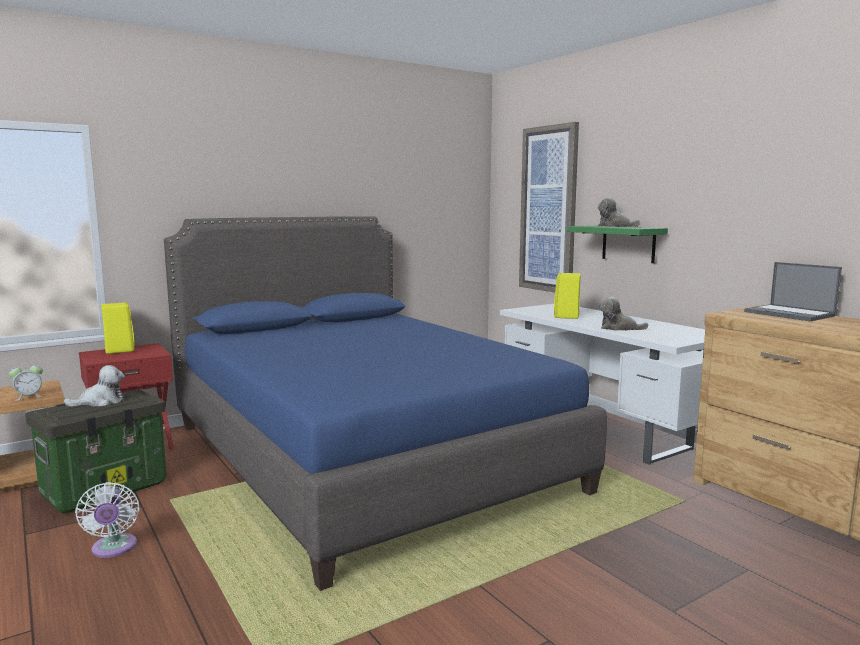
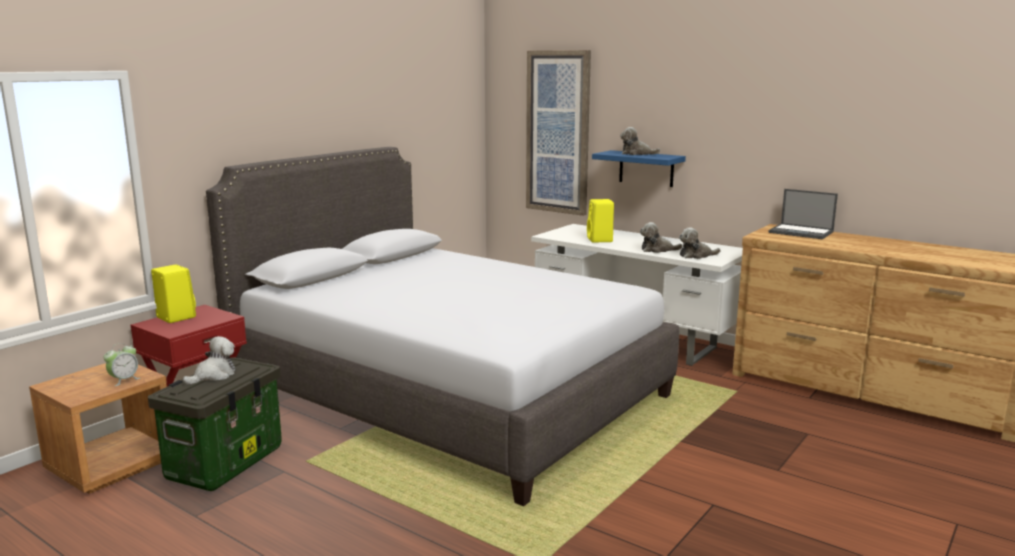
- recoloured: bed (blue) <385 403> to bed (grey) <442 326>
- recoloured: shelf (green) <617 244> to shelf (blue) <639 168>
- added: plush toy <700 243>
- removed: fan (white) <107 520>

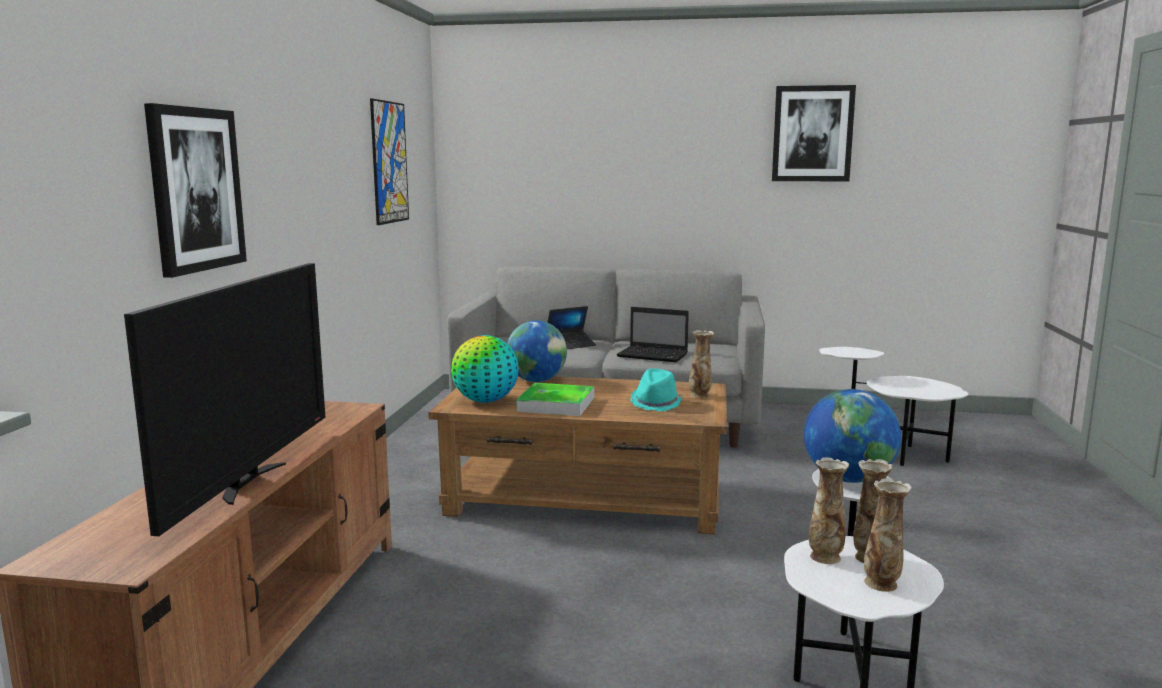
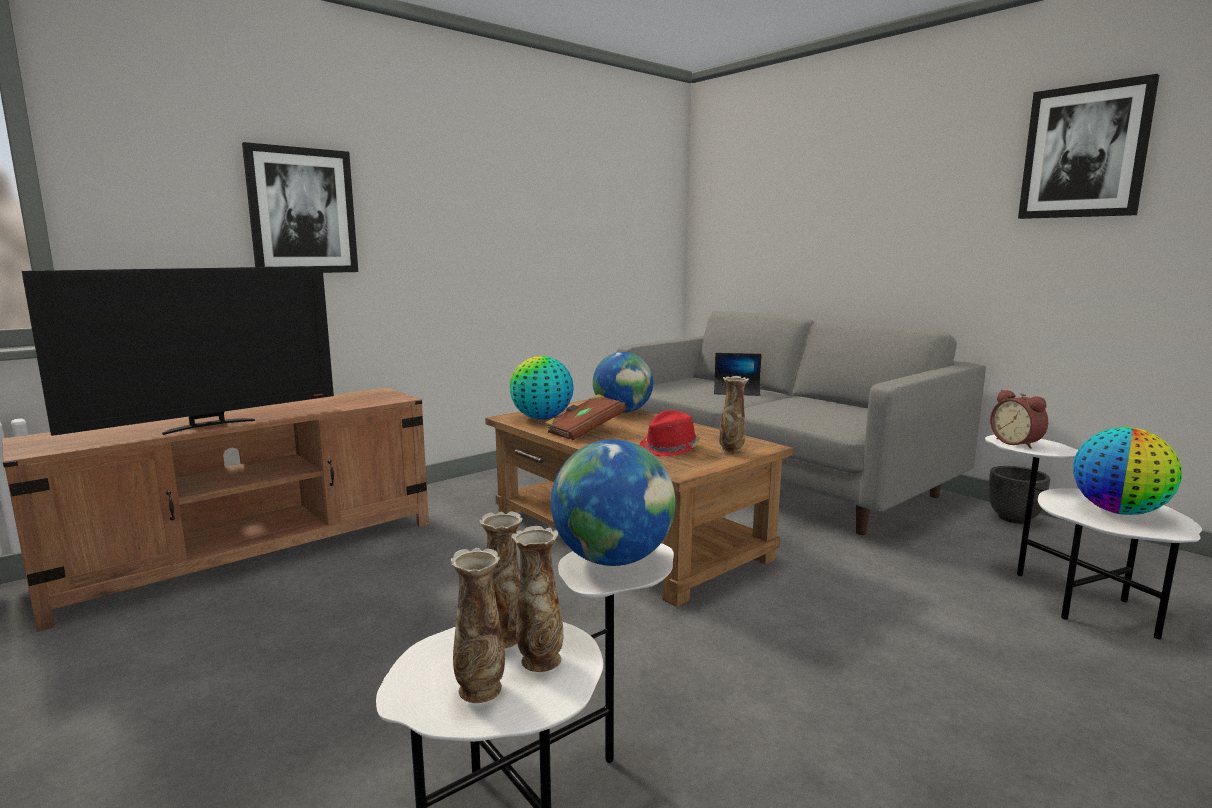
- replaced: tray <555 399> to book (brown) <586 417>
- recoloured: hat (turquoise) <656 389> to hat (red) <669 433>
- added: planter (black) <1019 495>
- added: alarm clock <1019 419>
- added: globe <1127 471>
- removed: picture <389 161>
- removed: laptop <653 334>

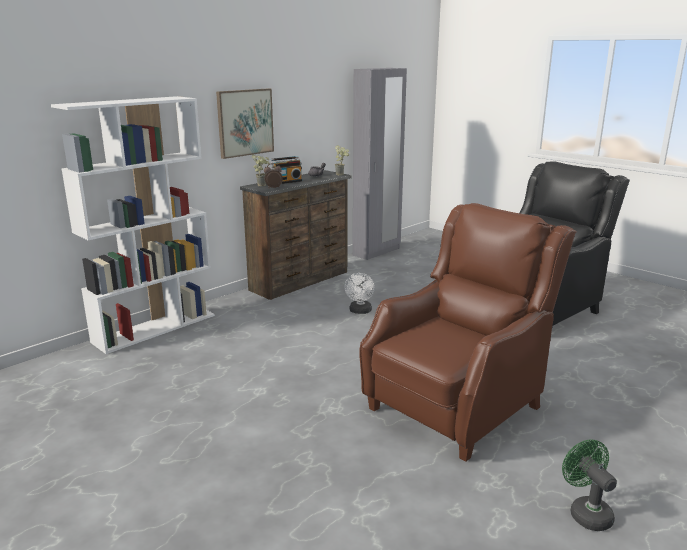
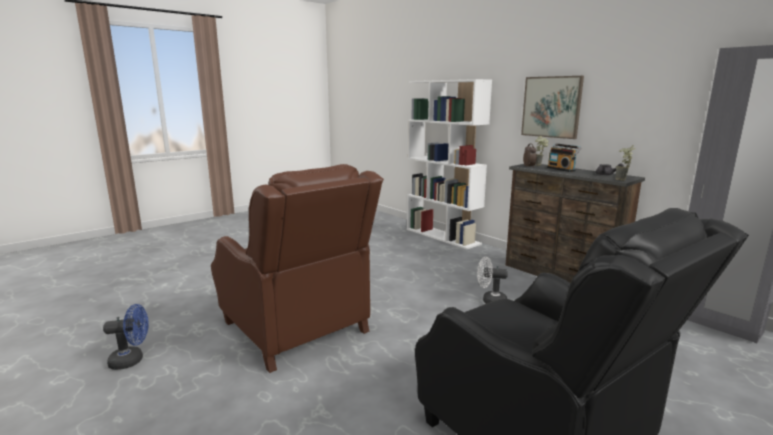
- recoloured: fan (green) <589 485> to fan (blue) <126 337>

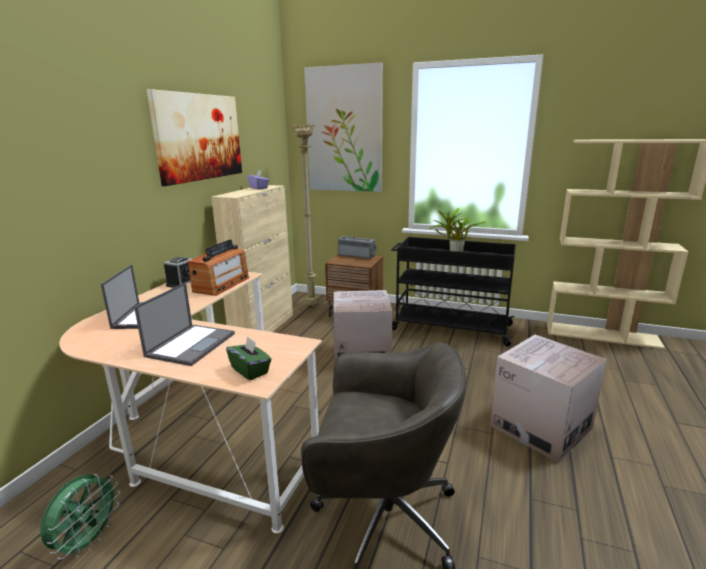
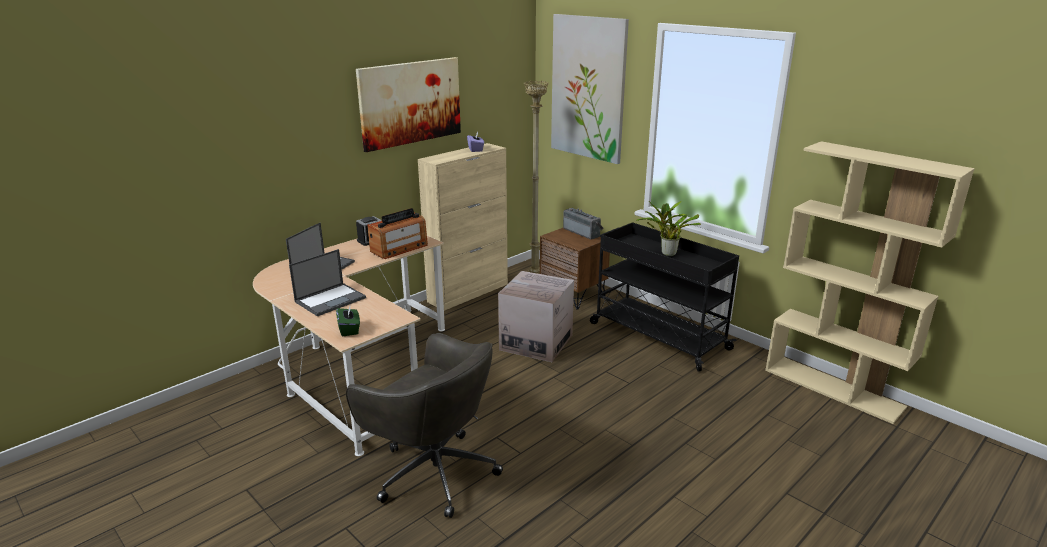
- removed: fan (green) <81 517>
- removed: cardboard box <548 399>

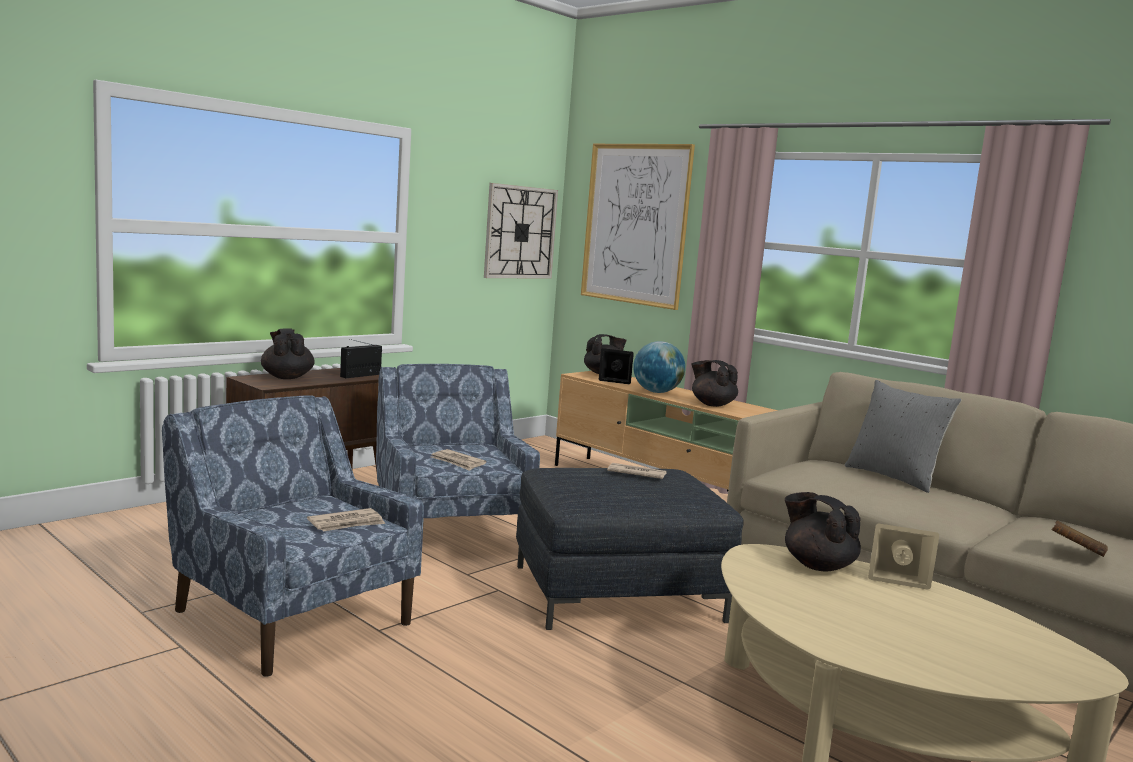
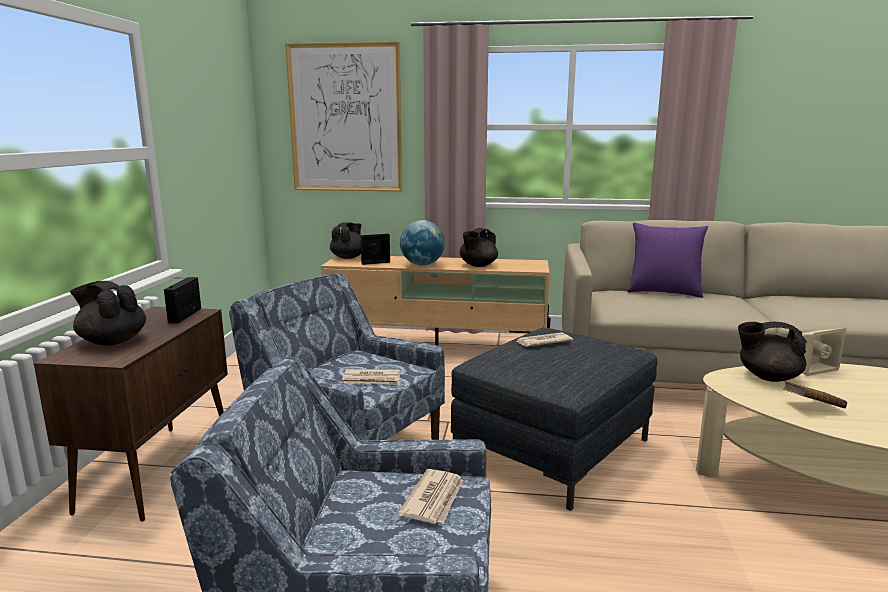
- turned: teapot (black) <715 383> = <478 247> 60 degrees counterclockwise
- recoloured: pillow (grey) <903 436> to pillow (purple) <667 260>
- moved: book (brown) <1080 539> to <815 394>
- removed: wall clock <521 231>

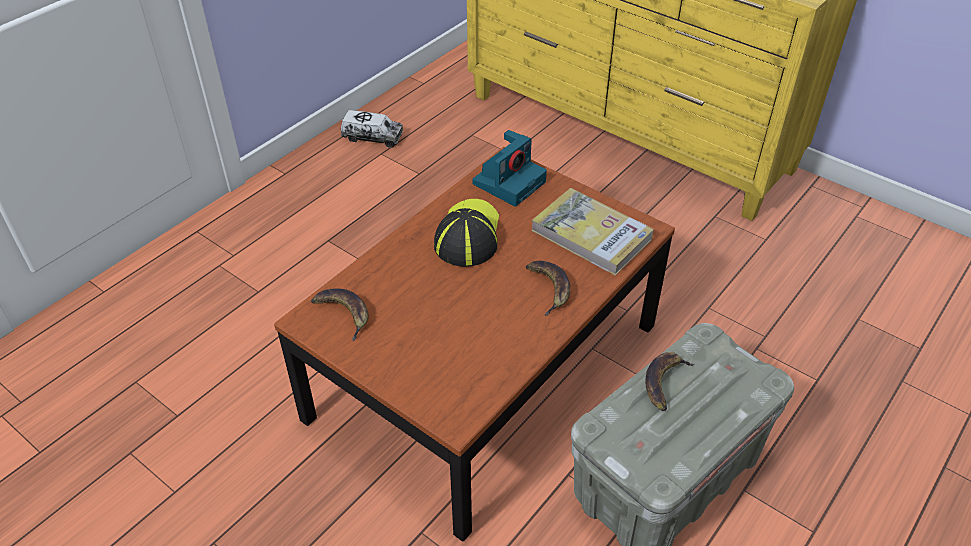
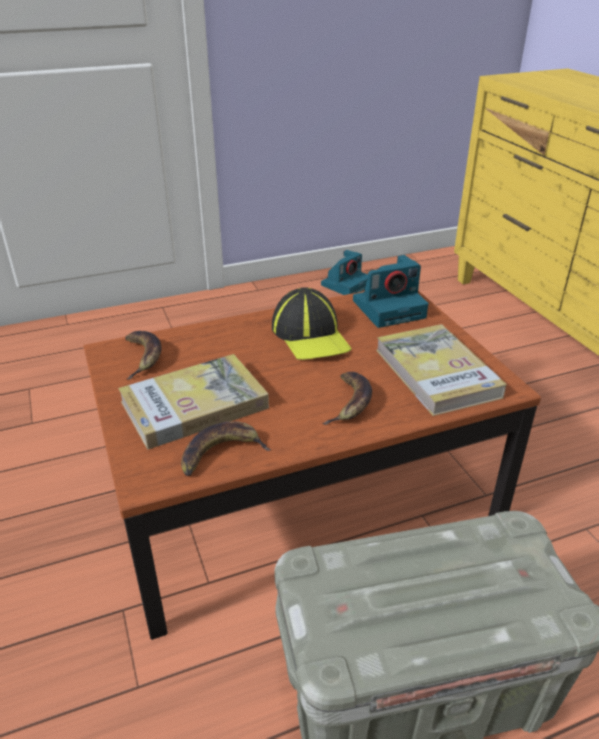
- added: book <193 402>
- moved: banana <670 381> to <226 448>
- turned: cap <466 233> = <312 323> 120 degrees clockwise
- replaced: toy truck <372 129> to photo camera <344 272>

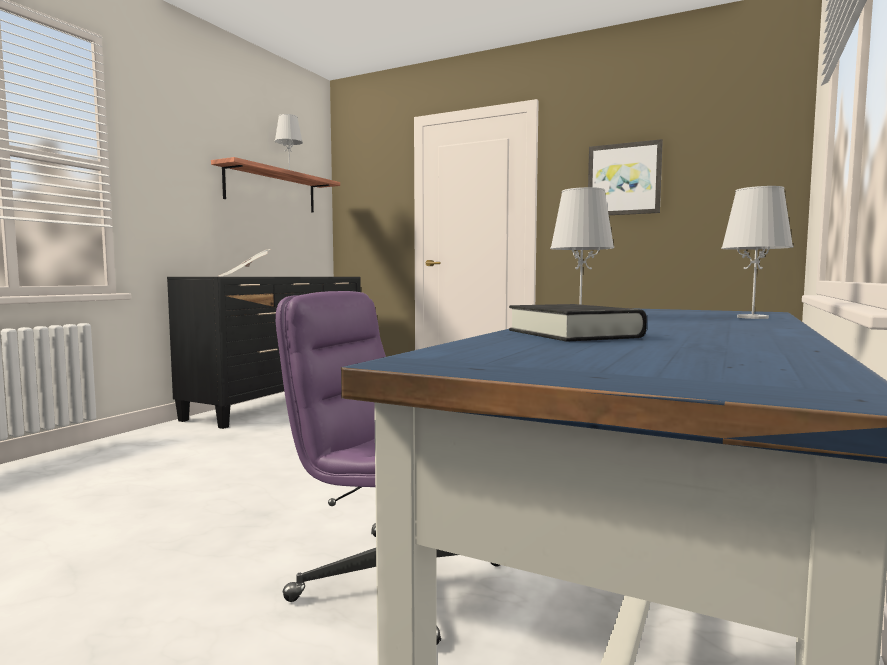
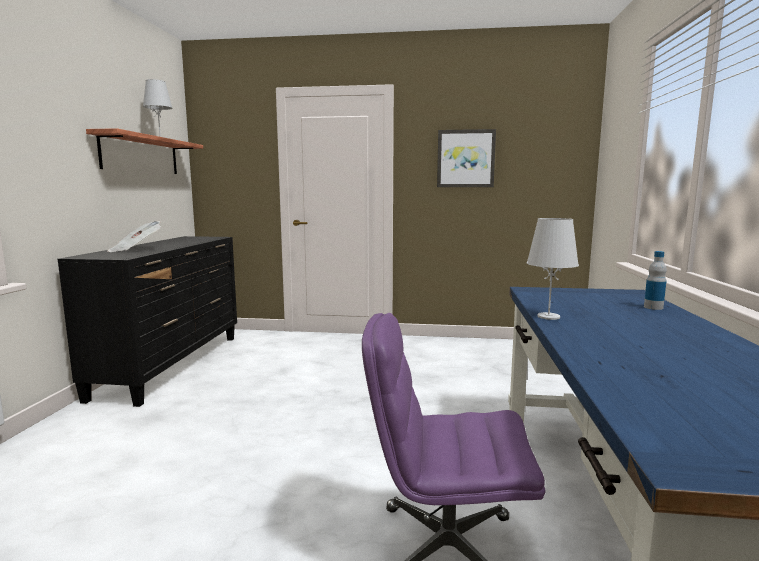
- replaced: table lamp (white) <757 252> to bottle <655 280>
- removed: book (black) <578 323>

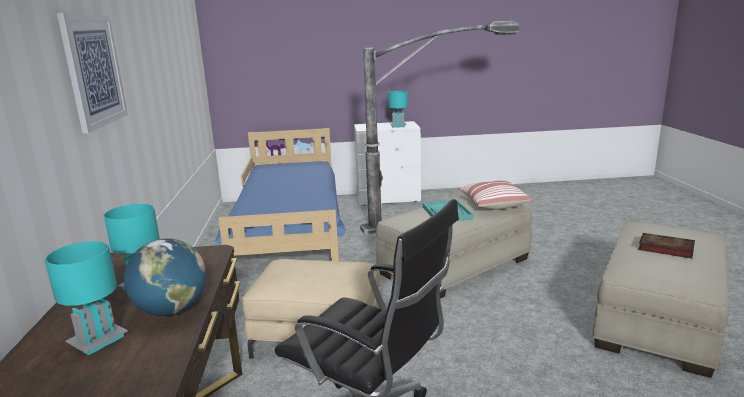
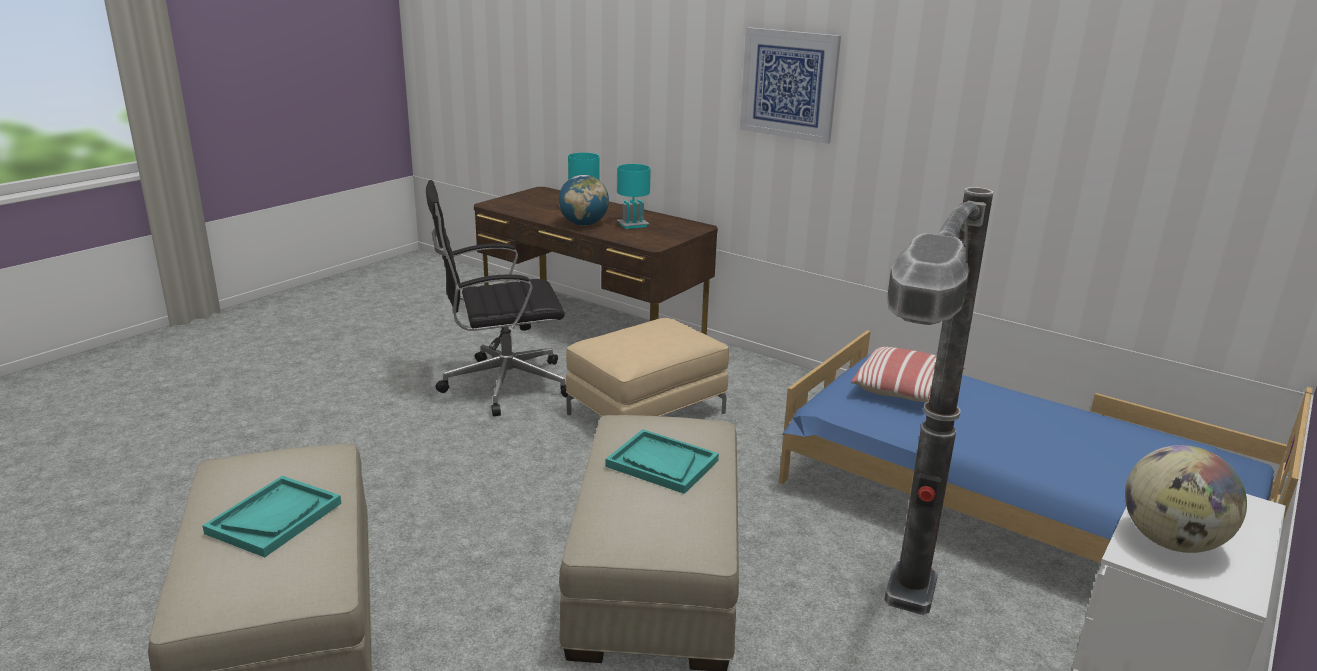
- replaced: book <666 245> to tray (turquoise) <272 516>
- moved: pillow <495 195> to <908 375>
- replaced: table lamp (turquoise) <398 109> to globe <1186 499>

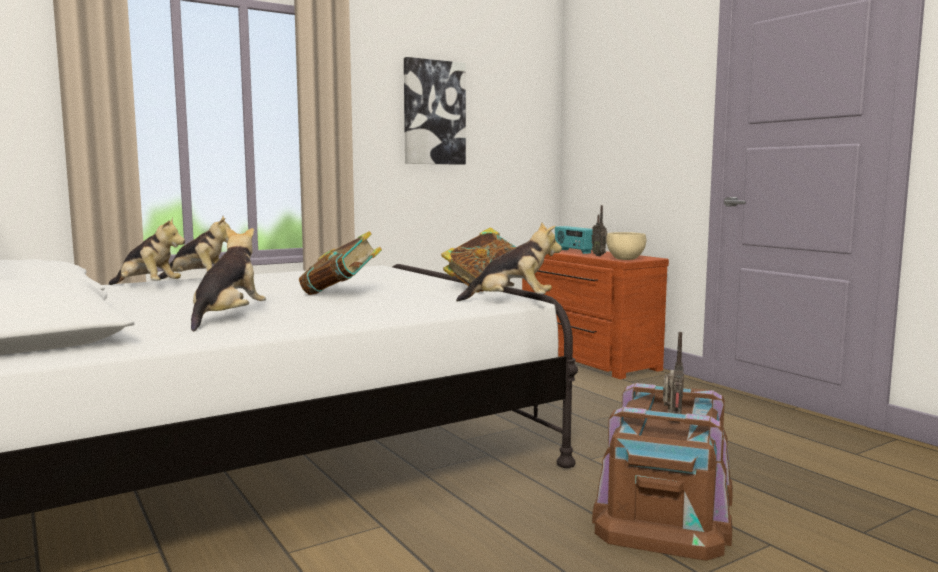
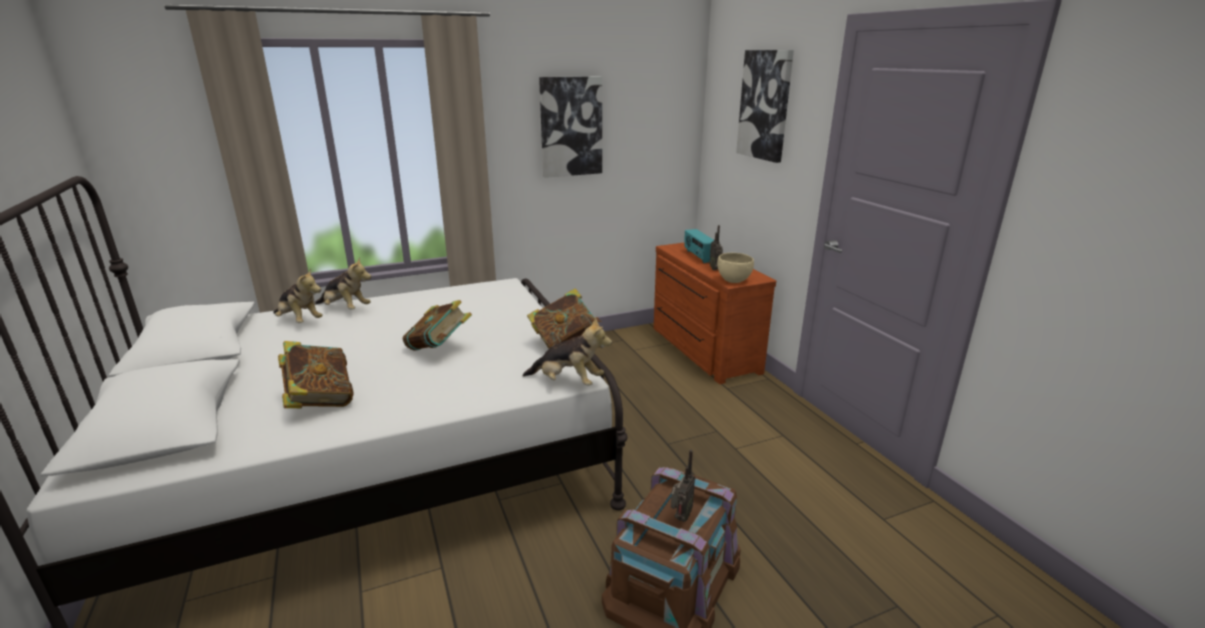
- replaced: plush toy <228 278> to book <316 374>
- added: picture <765 106>

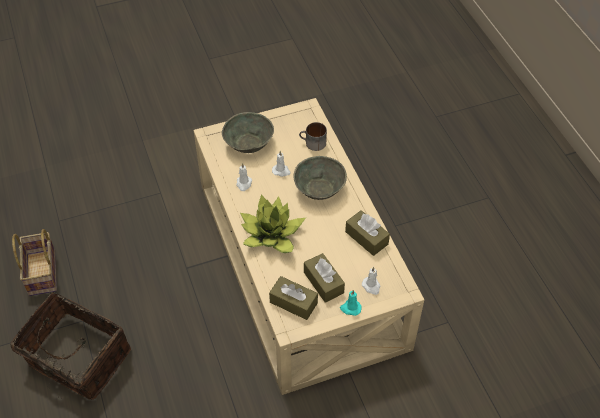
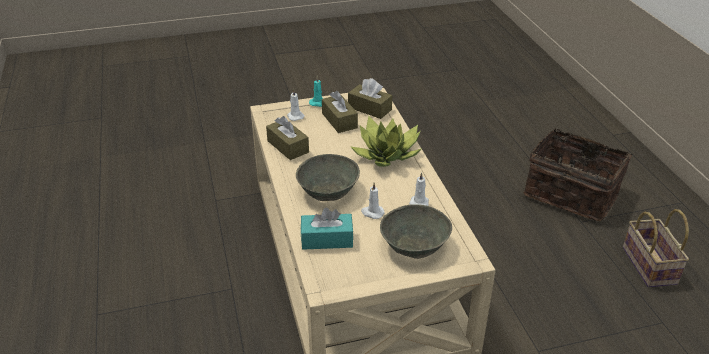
- replaced: mug <313 136> to tissue box (turquoise) <327 229>

